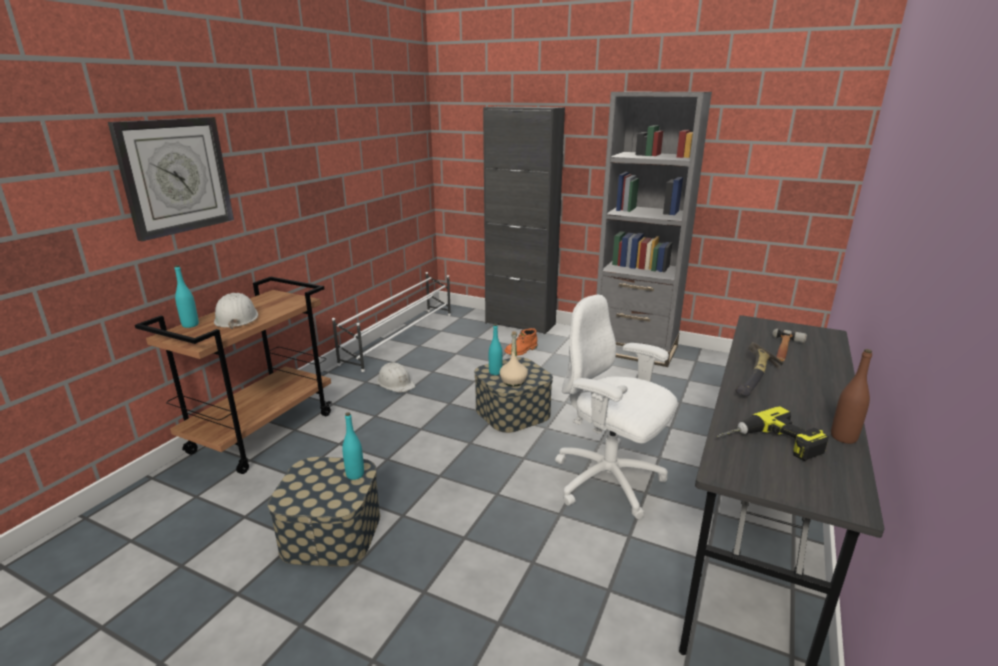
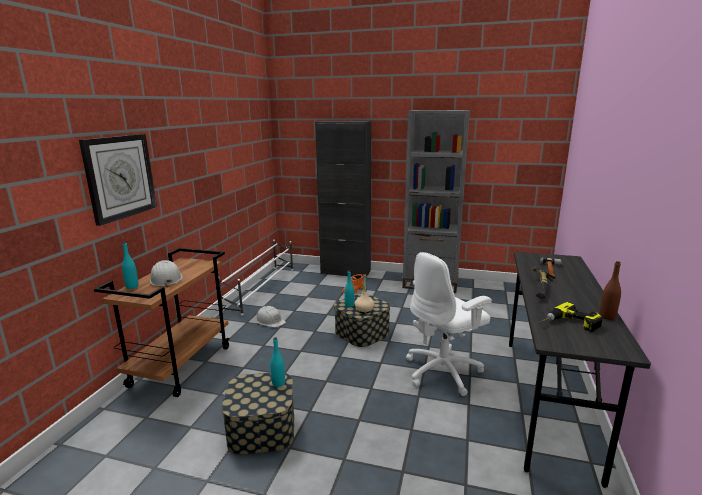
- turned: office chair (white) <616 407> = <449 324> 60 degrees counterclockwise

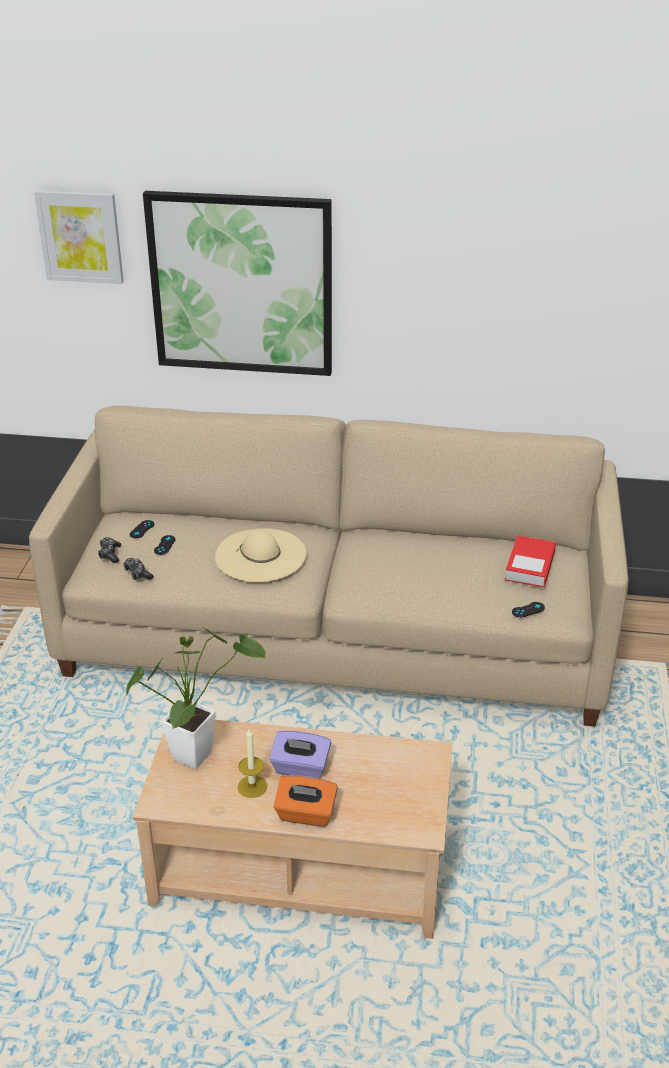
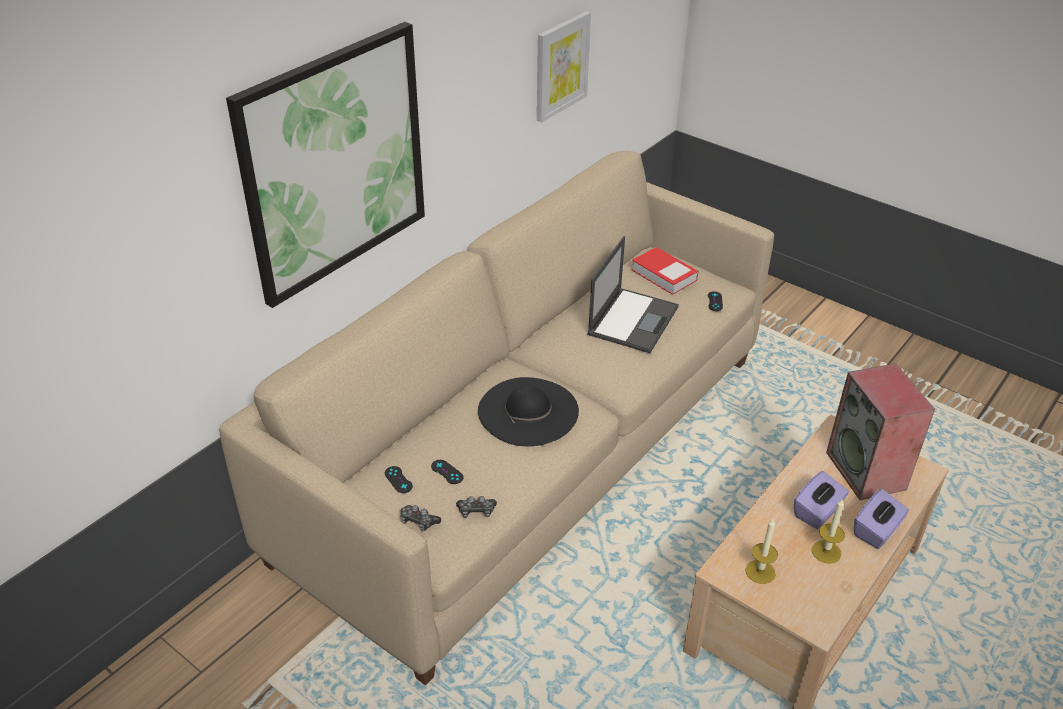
- recoloured: hat (beige) <260 555> to hat (black) <528 412>
- moved: picture <79 237> to <564 66>
- added: laptop <633 294>
- replaced: potted plant <196 698> to candle <761 551>
- added: speaker <880 431>
- recoloured: tissue box (orange) <305 801> to tissue box (purple) <881 519>

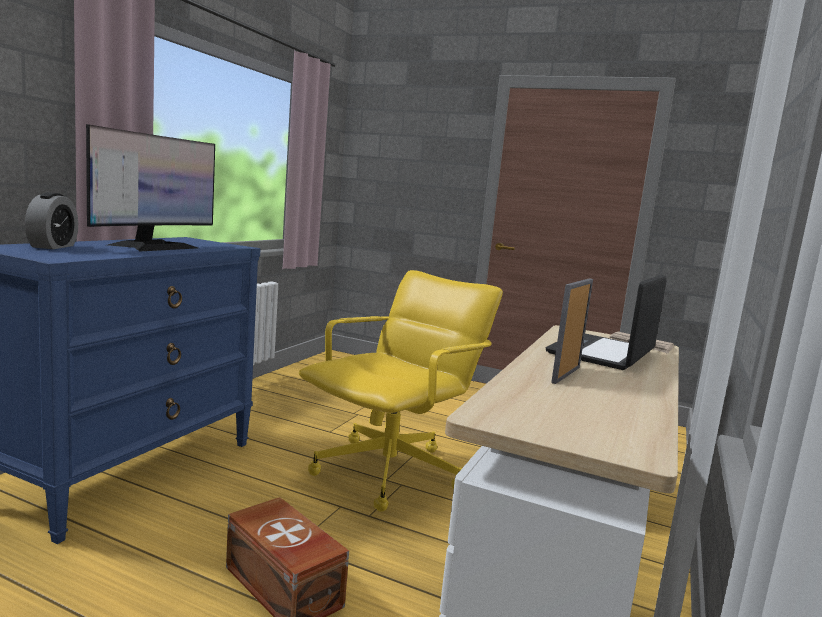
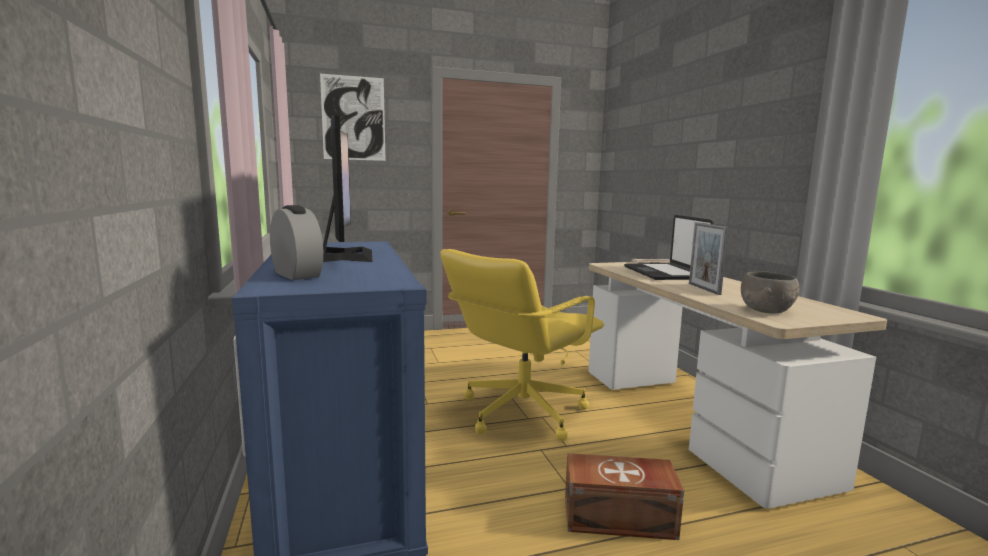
- added: picture <353 117>
- turned: office chair (yellow) <401 391> = <522 345> 135 degrees counterclockwise
- added: bowl (grey) <770 292>

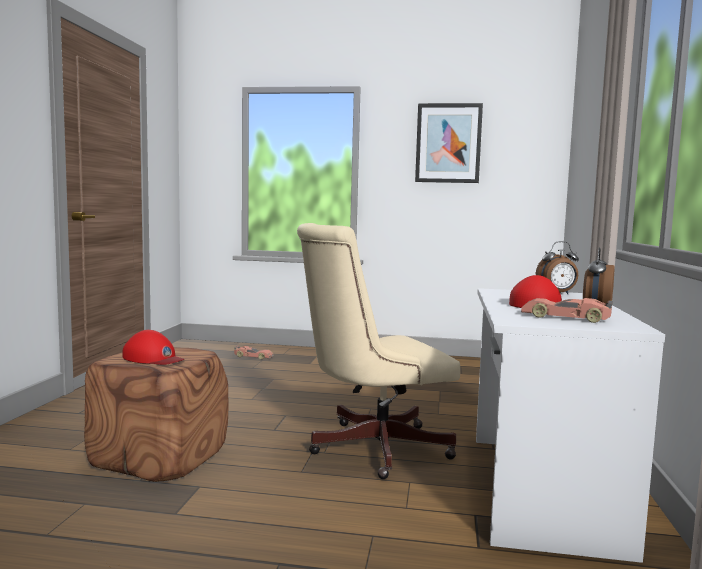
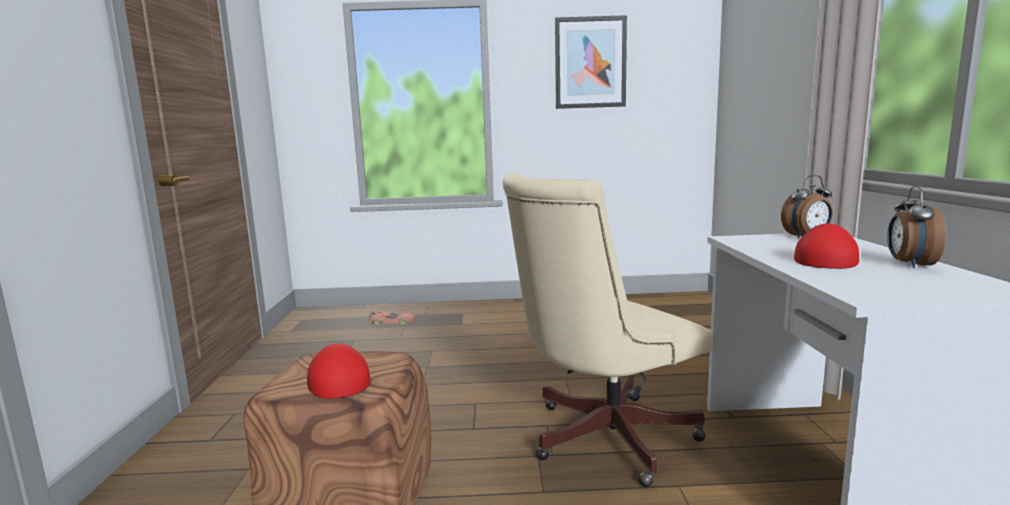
- turned: cap (red) <153 347> = <339 371> 135 degrees counterclockwise
- removed: toy car <567 310>

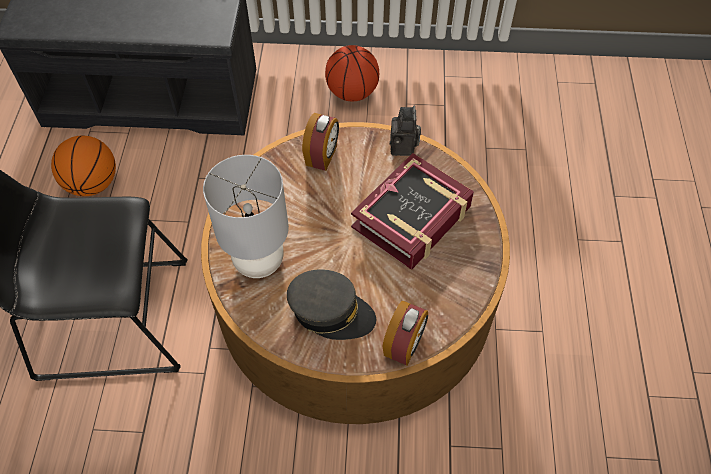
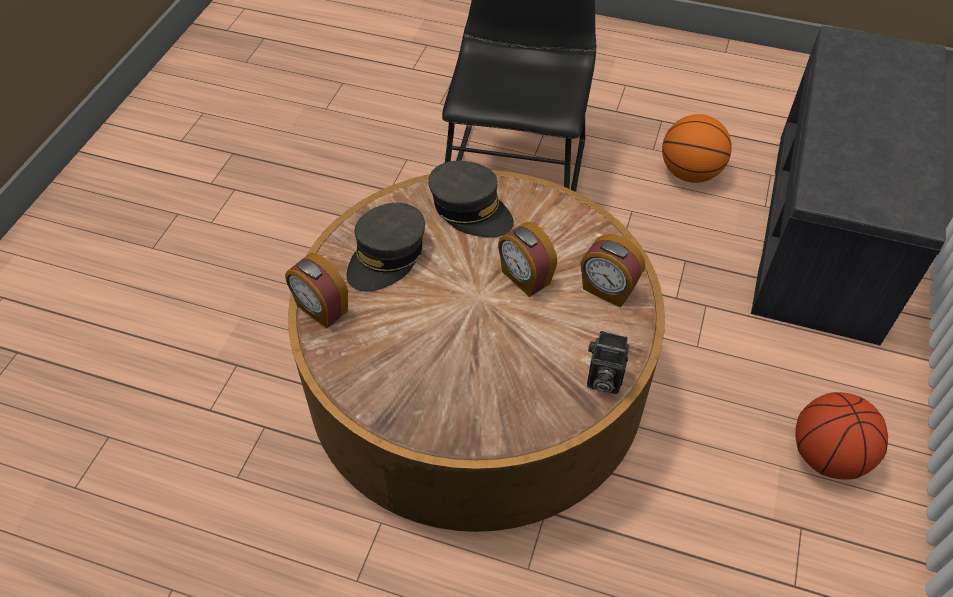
- replaced: table lamp (grey) <246 216> to cap (grey) <471 199>
- added: alarm clock <527 259>
- removed: book <412 211>

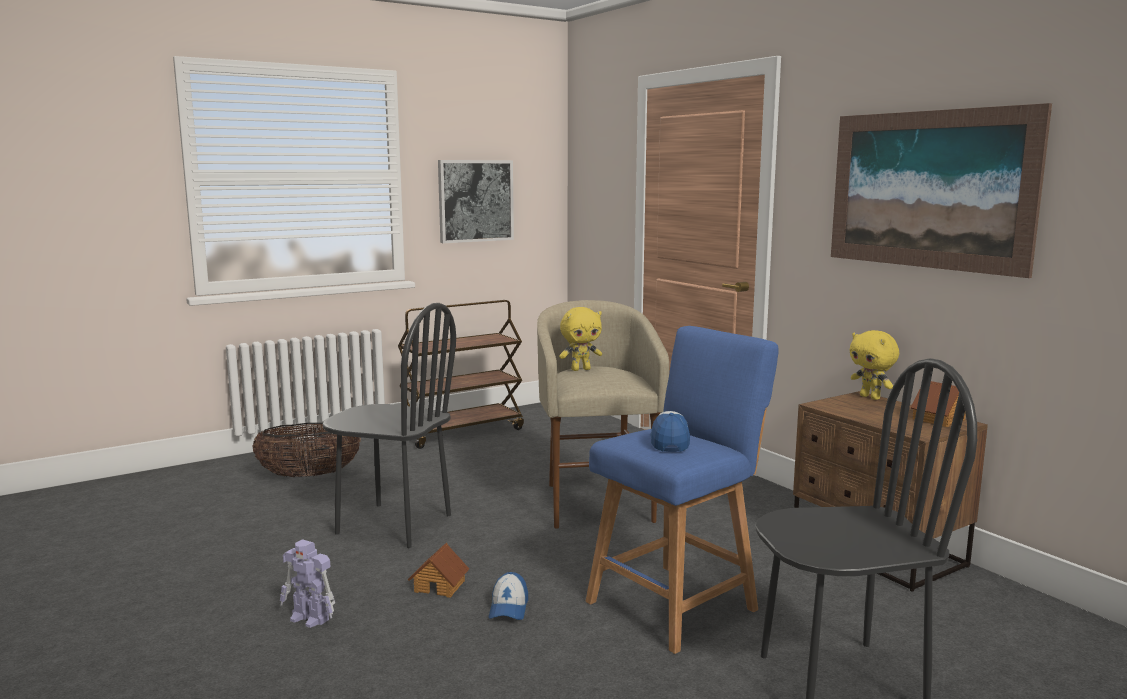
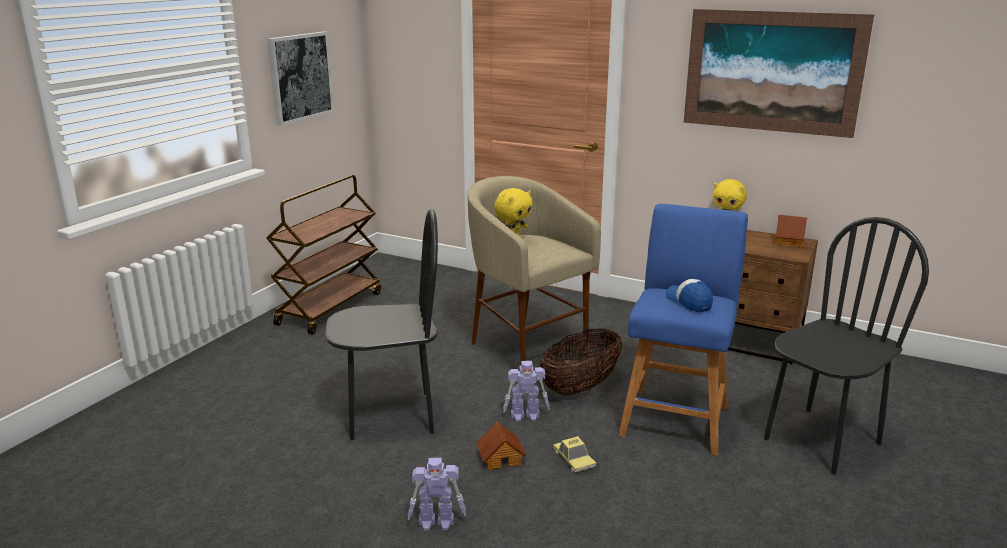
- added: toy robot <526 391>
- moved: basket <307 450> to <581 362>
- replaced: cap <508 596> to toy car <574 454>

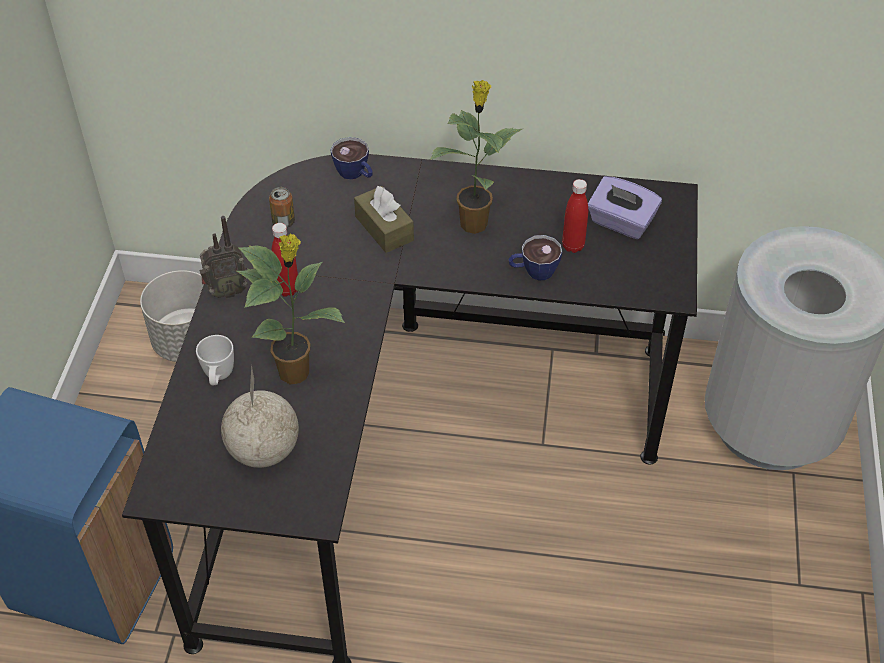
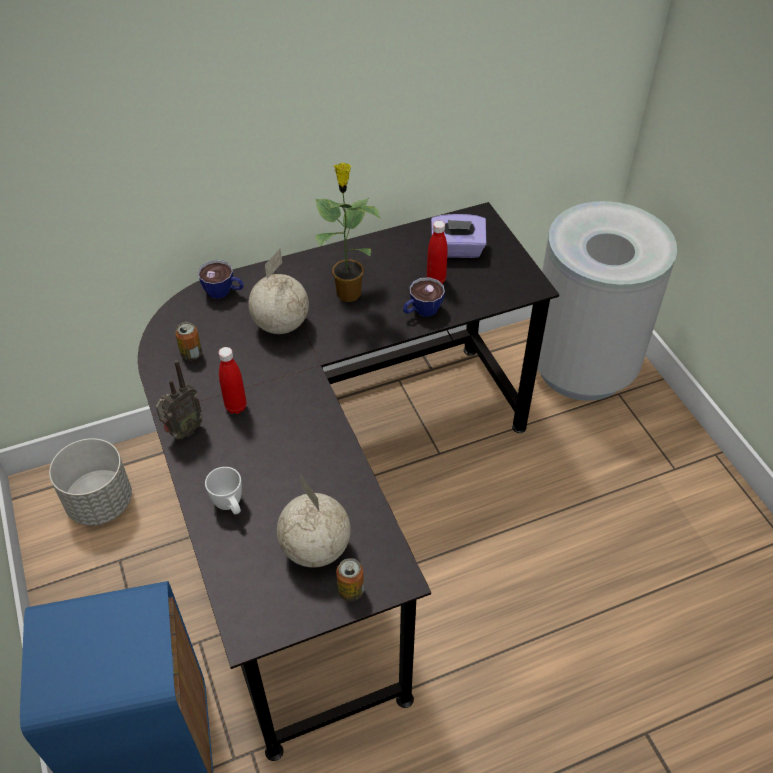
- replaced: tissue box (brown) <384 219> to globe <278 291>
- added: can <350 579>
- removed: potted plant <290 309>

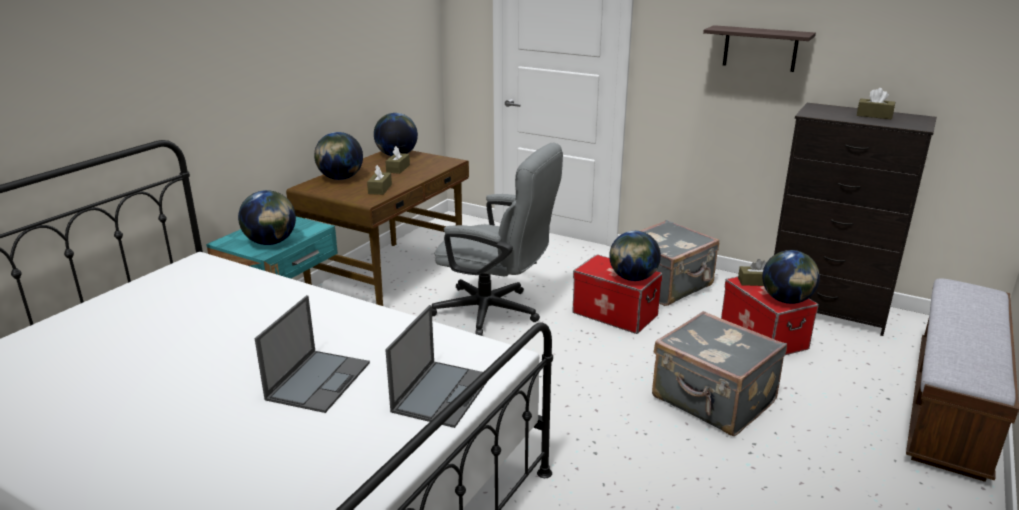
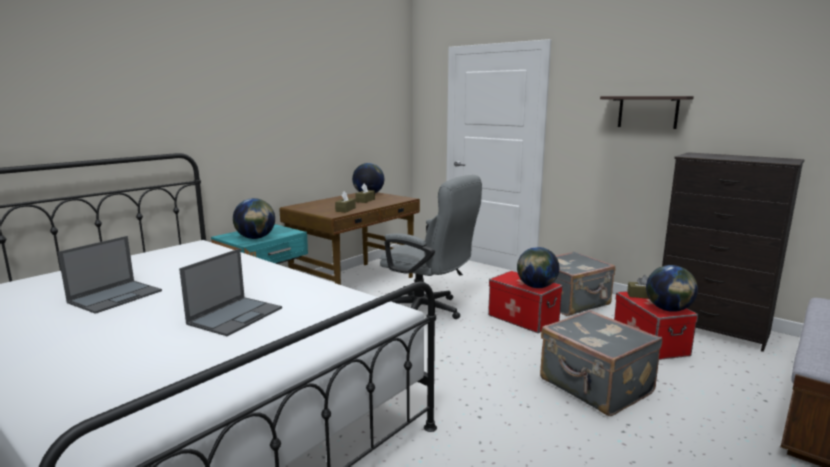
- moved: laptop <436 366> to <110 275>
- removed: globe <338 156>
- removed: tissue box (brown) <876 103>

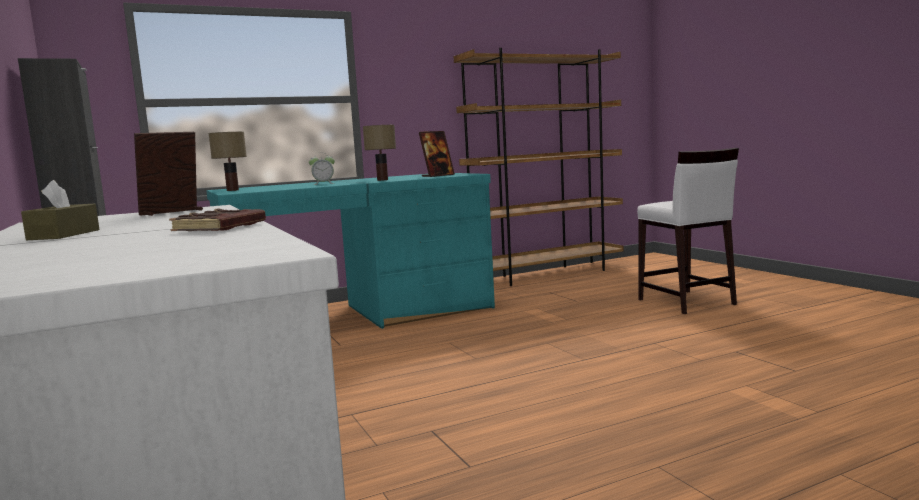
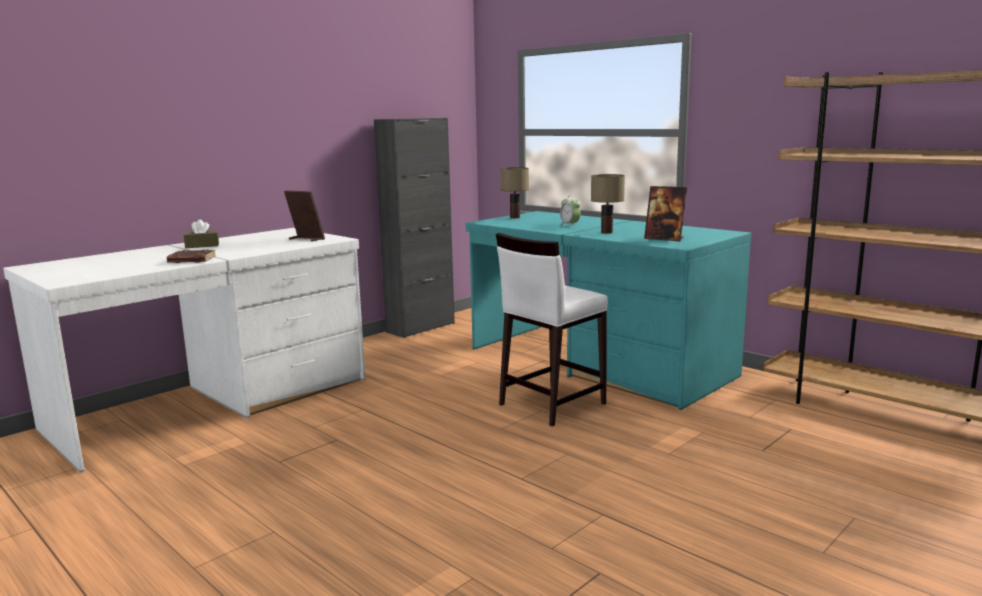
- moved: stool (white) <688 231> to <552 329>

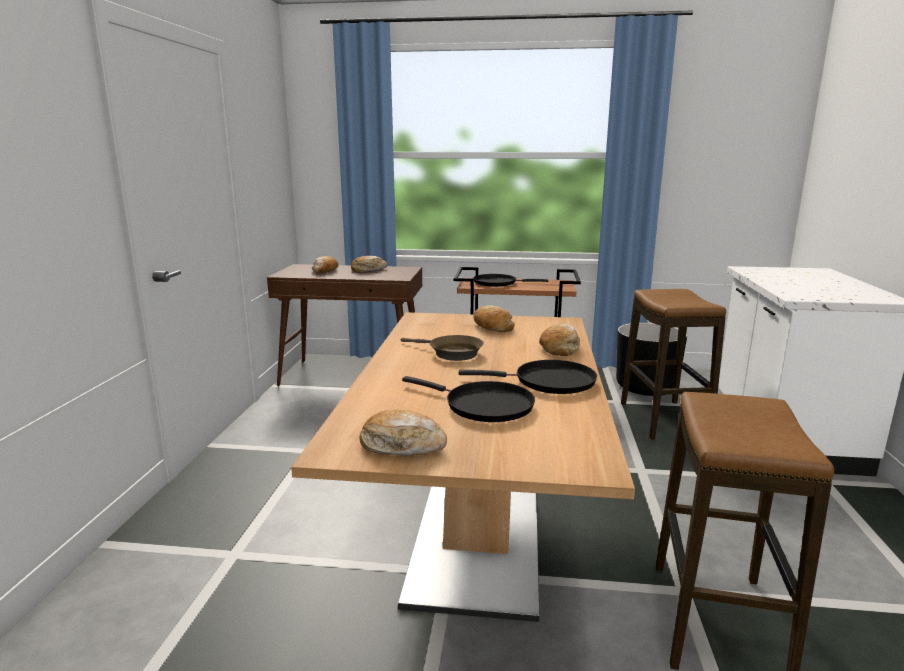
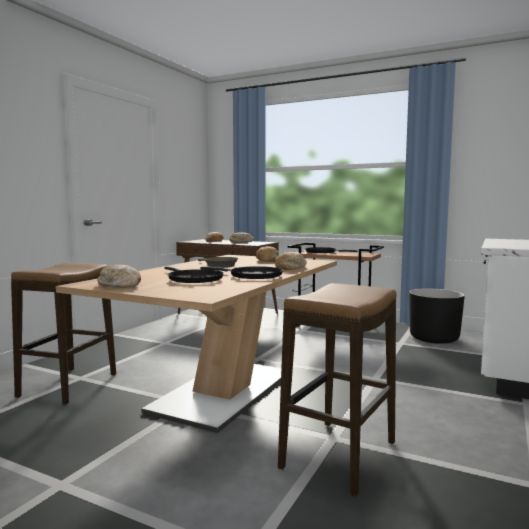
- moved: stool <673 364> to <63 334>

